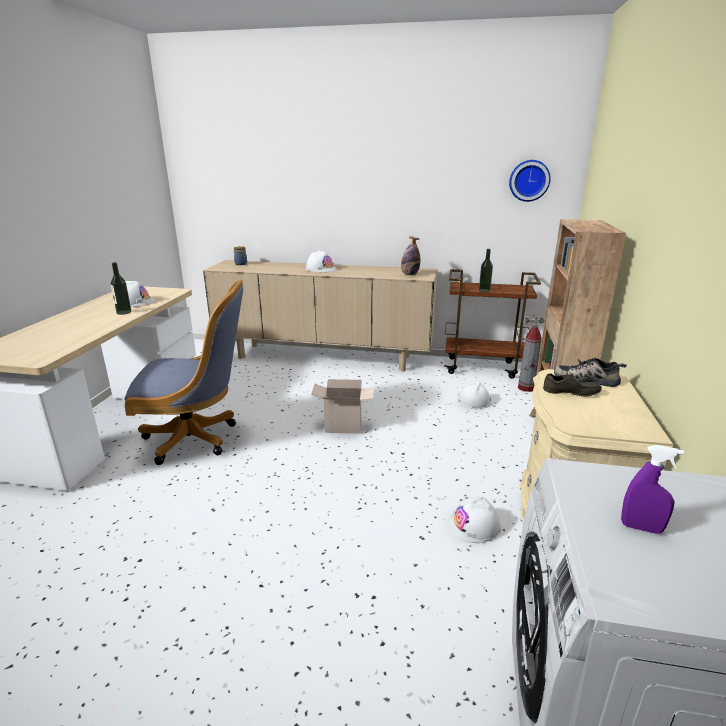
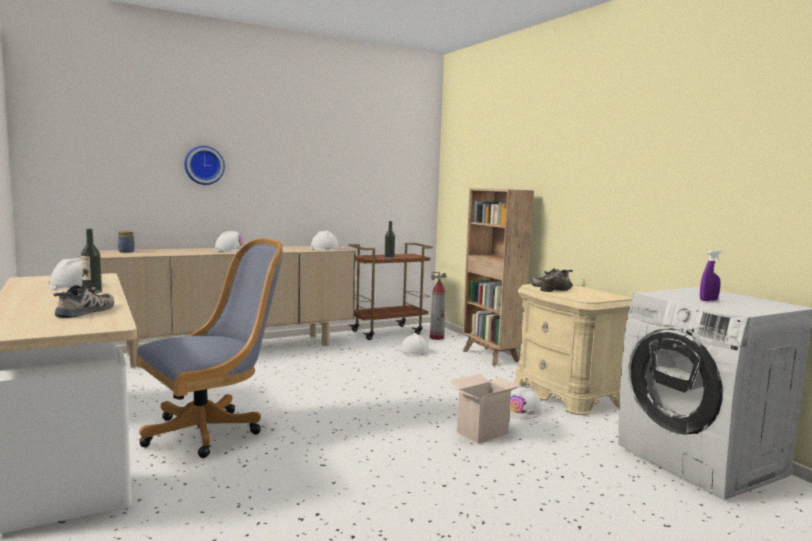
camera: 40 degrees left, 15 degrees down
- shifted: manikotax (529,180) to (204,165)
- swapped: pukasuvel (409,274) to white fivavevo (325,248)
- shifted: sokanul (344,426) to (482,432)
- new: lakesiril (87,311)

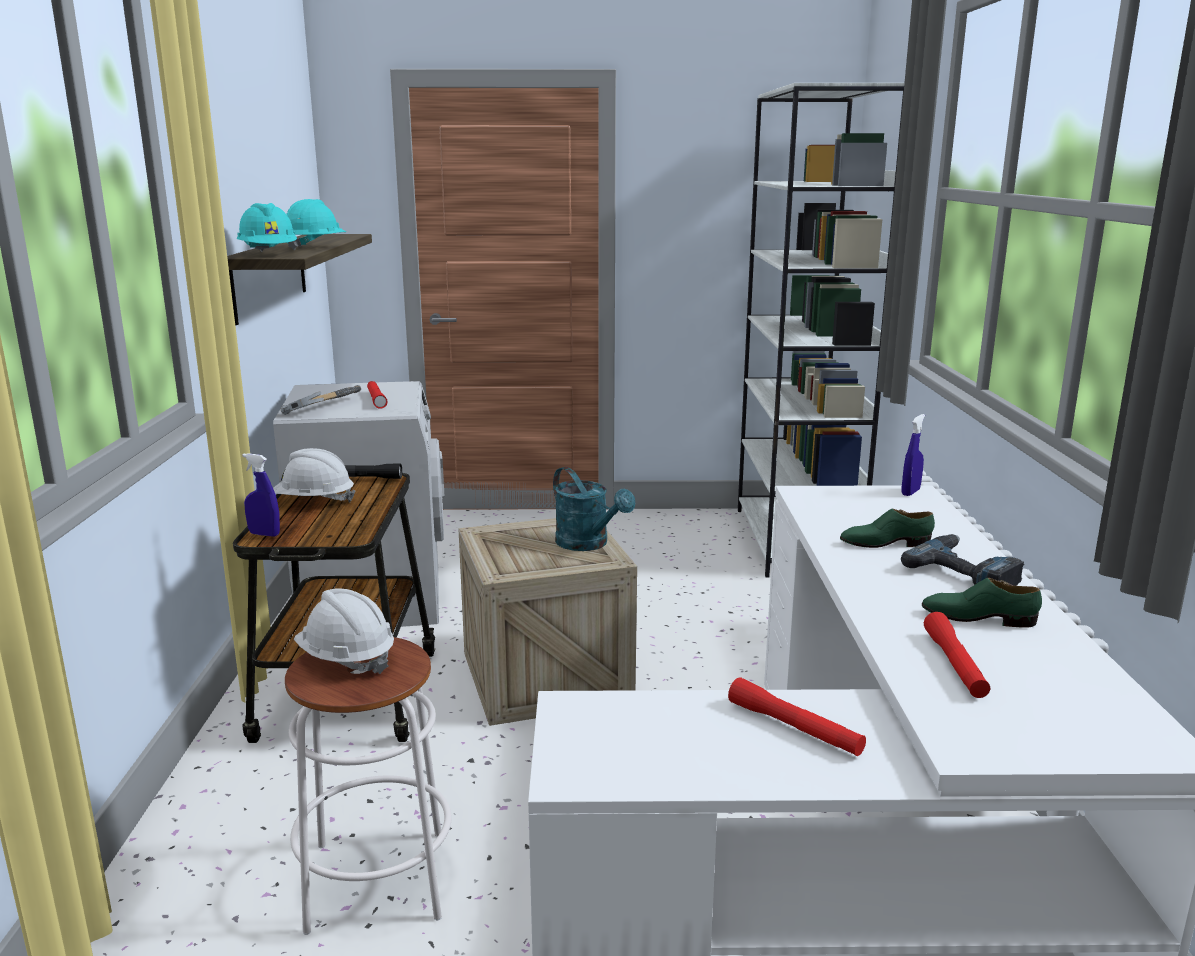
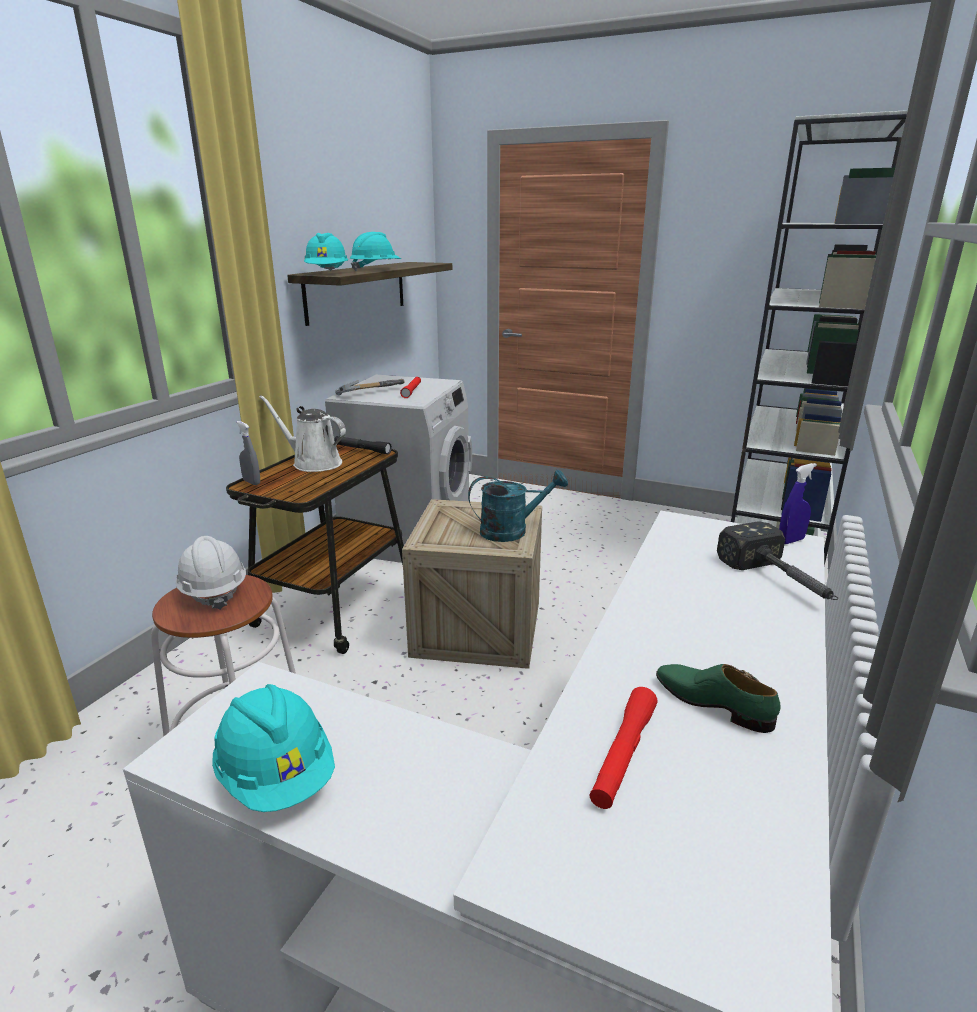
camera: 25 degrees right, 5 degrees up
- swapped: white fivavevo (314,502) to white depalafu (313,463)
- repainted: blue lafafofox (264,534) to grey lafafofox (251,482)
- rotated: turquoise depalafu (588,544) = (512,531) 90 degrees counterclockwise
- gone: green lakesiril (885,543)
- gone: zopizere (965,572)
- gone: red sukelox (794,728)
- new: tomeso (780,582)
- new: turquoise fivavevo (277,776)

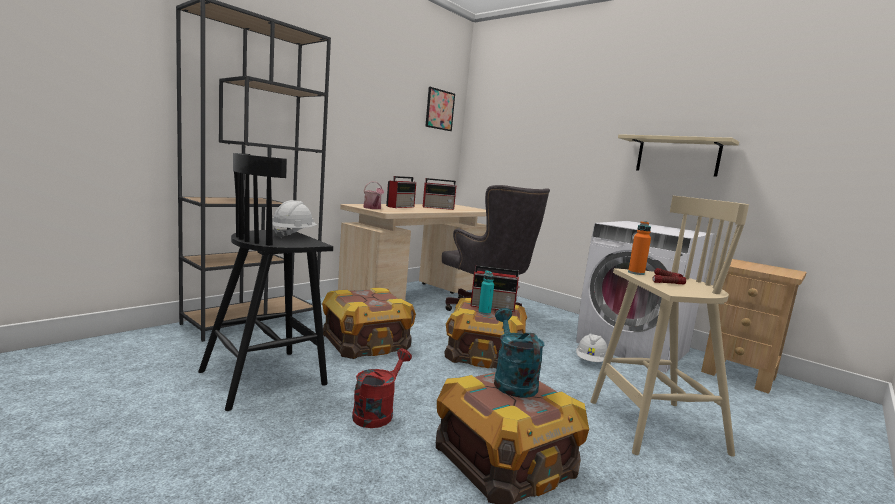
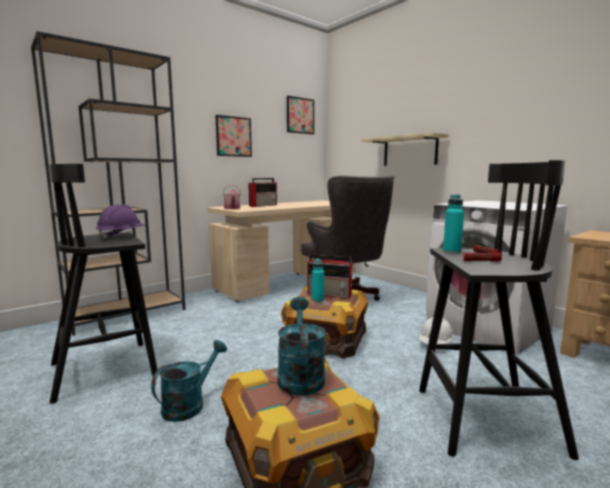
camera: 10 degrees right, 0 degrees up
- shifted: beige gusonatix (677,156) to (410,151)
- gone: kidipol (438,208)
- repainted: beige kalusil (652,426) to black kalusil (482,420)
- repainted: white fivavevo (293,235) to purple fivavevo (121,236)
- repainted: orange pukasuvel (636,273) to turquoise pukasuvel (452,252)
- gone: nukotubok (366,342)
- repainted: red depalafu (377,412) to turquoise depalafu (189,404)
- new: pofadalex (233,136)

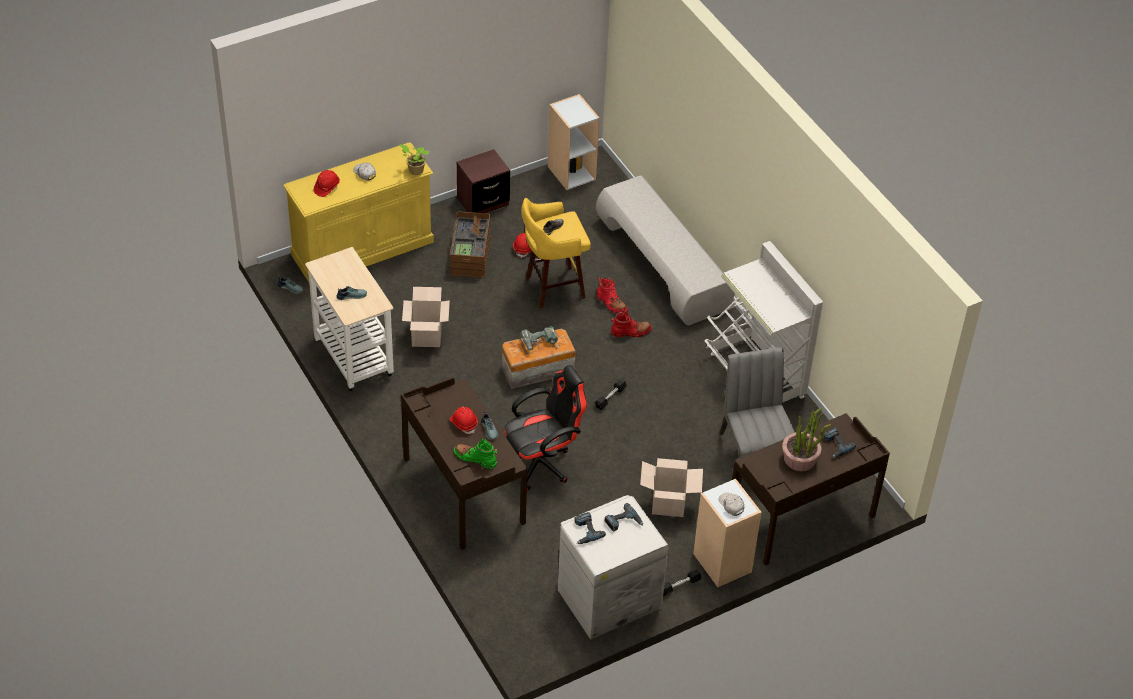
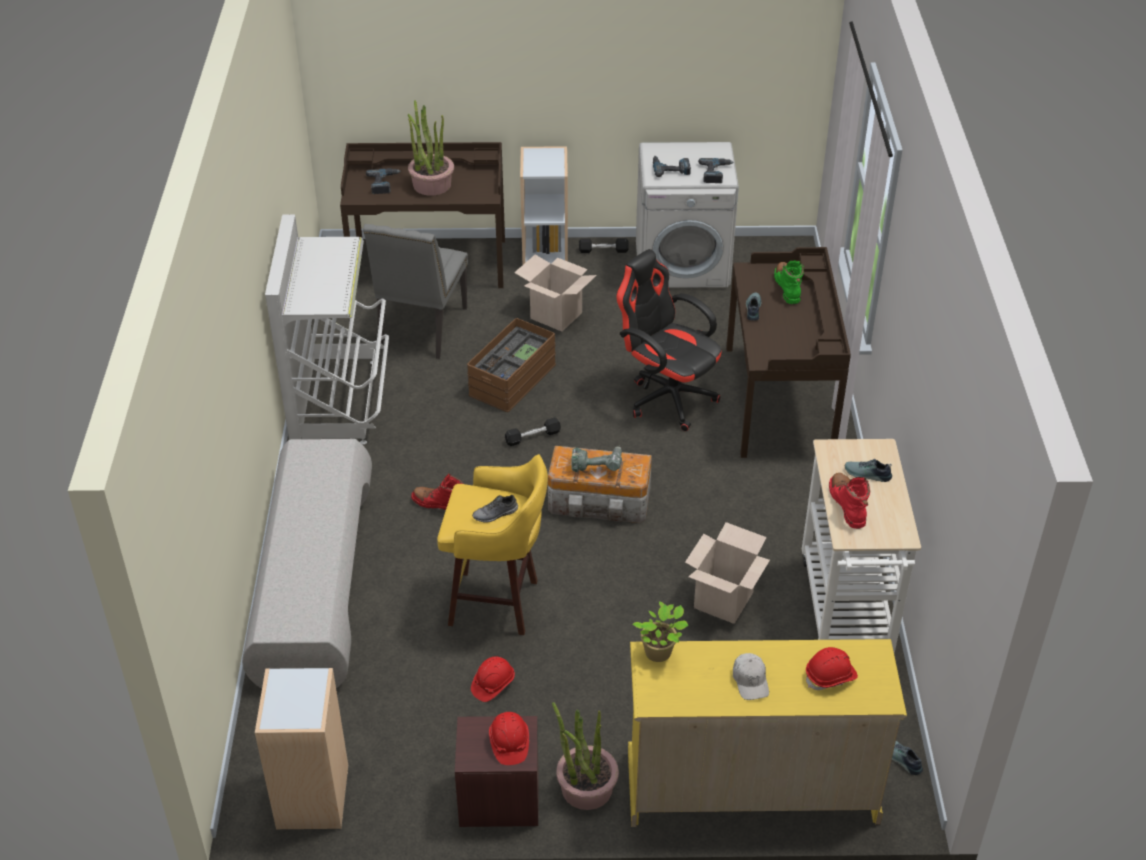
camera: 150 degrees left, 5 degrees down
- shifted: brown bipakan (469,254) to (513,380)
- shifted: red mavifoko (611,303) to (847,505)
- rotated: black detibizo (543,463) = (666,396) 45 degrees clockwise
- shifted: red fivavevo (463,423) to (509,744)
- rotated: green mavifoko (475,458) = (787,287) 150 degrees counterclockwise
- gone: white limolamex (731,505)
- new: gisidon (586,787)

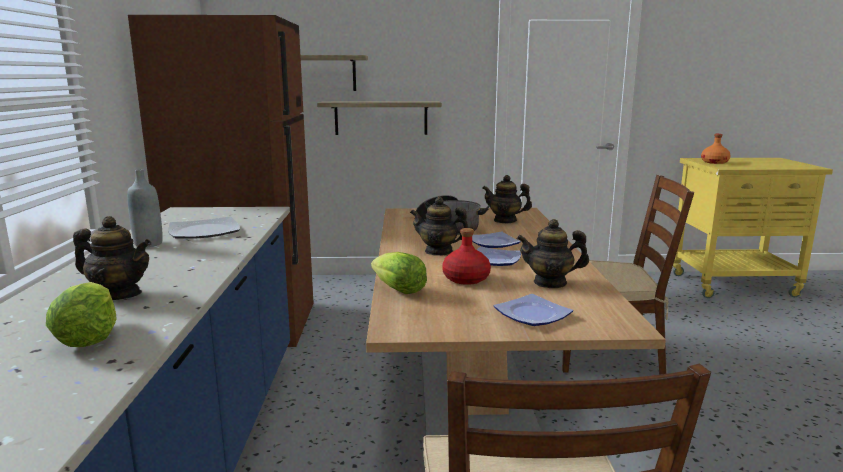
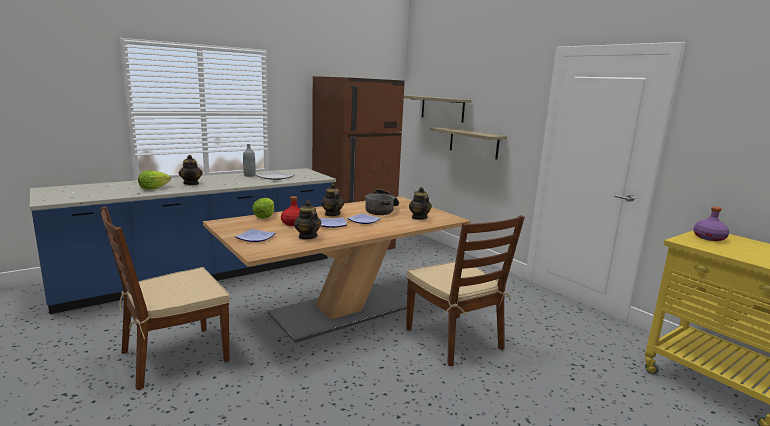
camera: 55 degrees right, 0 degrees up
- repainted: orange pukasuvel (715,162) to purple pukasuvel (709,238)

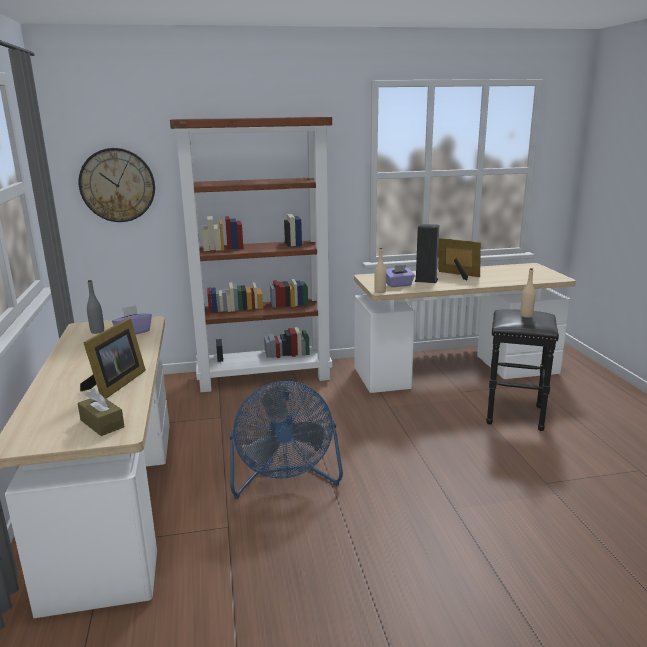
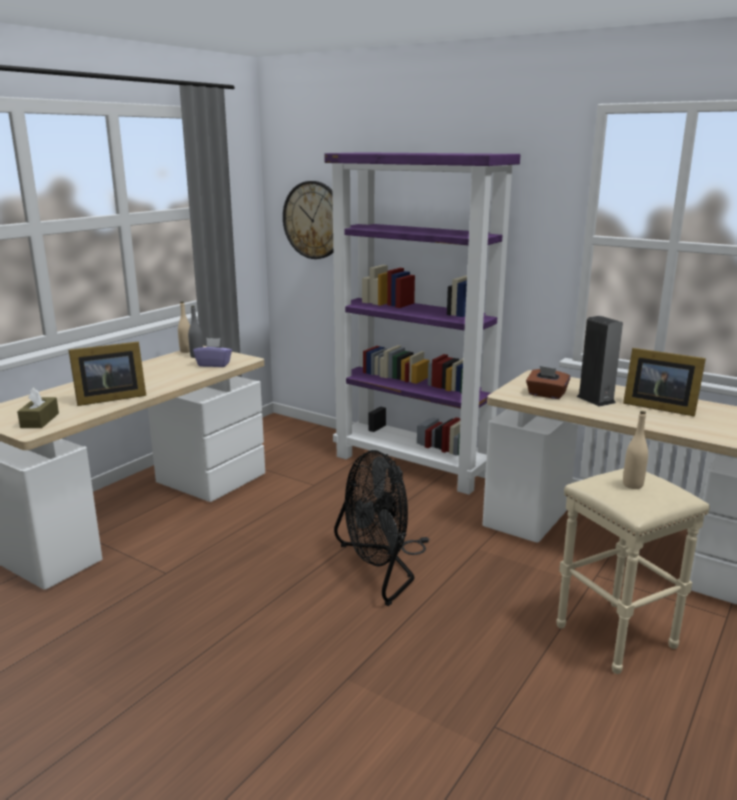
camera: 45 degrees right, 0 degrees up
- repainted: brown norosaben (265,376) to purple norosaben (414,465)
- rotated: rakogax (458,275) = (657,406) 135 degrees clockwise
- shifted: beige pukasuvel (380,291) to (186,351)
- repainted: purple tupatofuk (399,285) to brown tupatofuk (546,395)
- repainted: black kalusil (513,415) to beige kalusil (612,635)
- gone: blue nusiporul (280,479)
- new: black nusiporul (383,566)

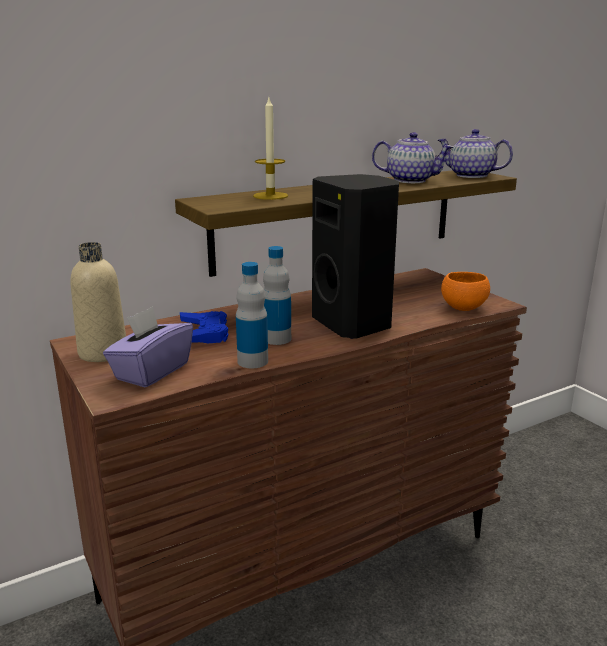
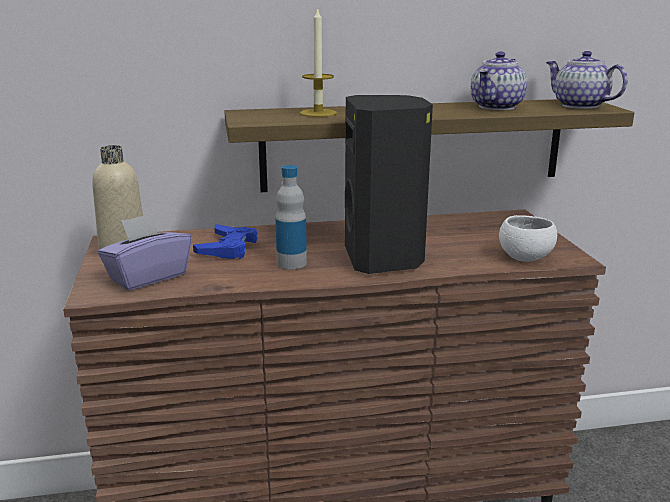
camera: 20 degrees right, 0 degrees up
- rotated: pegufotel (410,180) = (497,107) 90 degrees clockwise
- gone: pukasuvel (252,361)
- repainted: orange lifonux (464,308) to white lifonux (525,258)

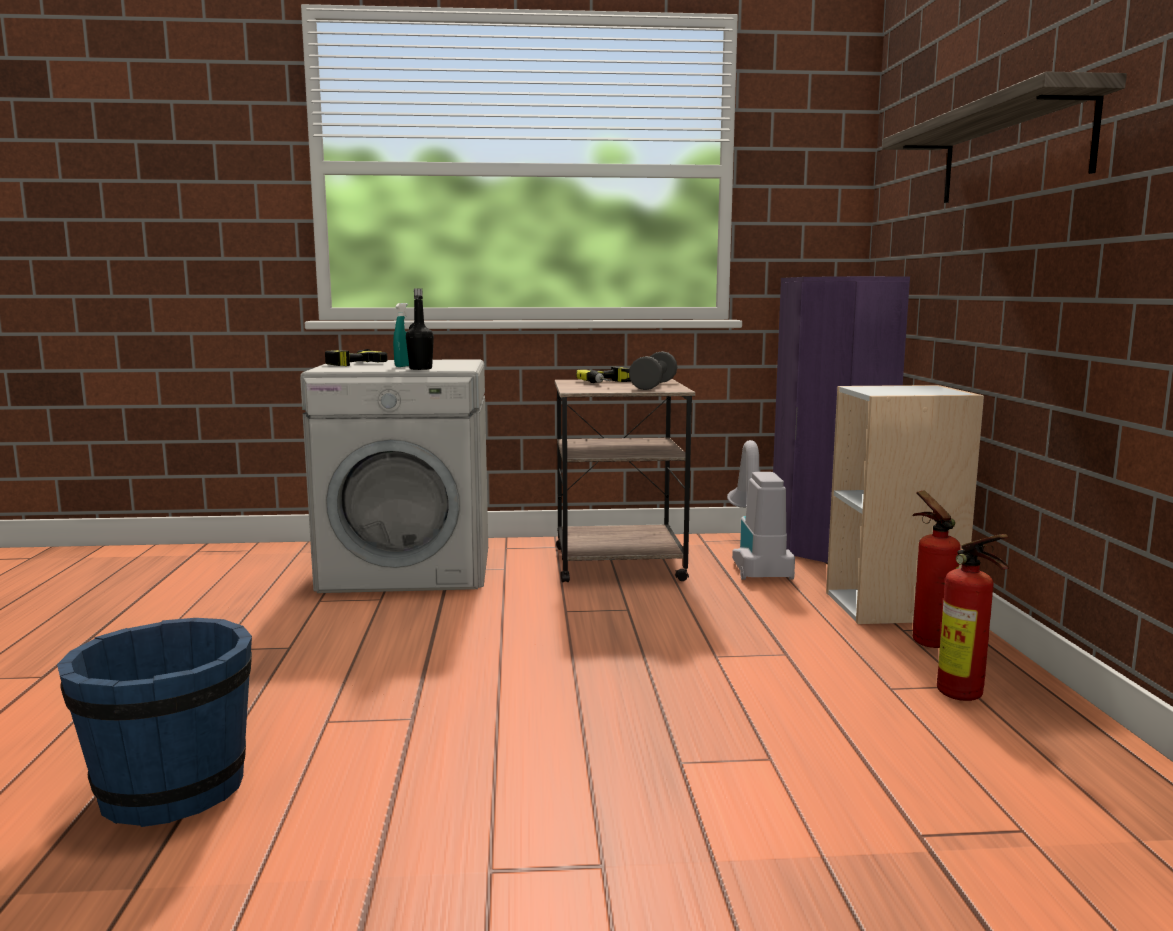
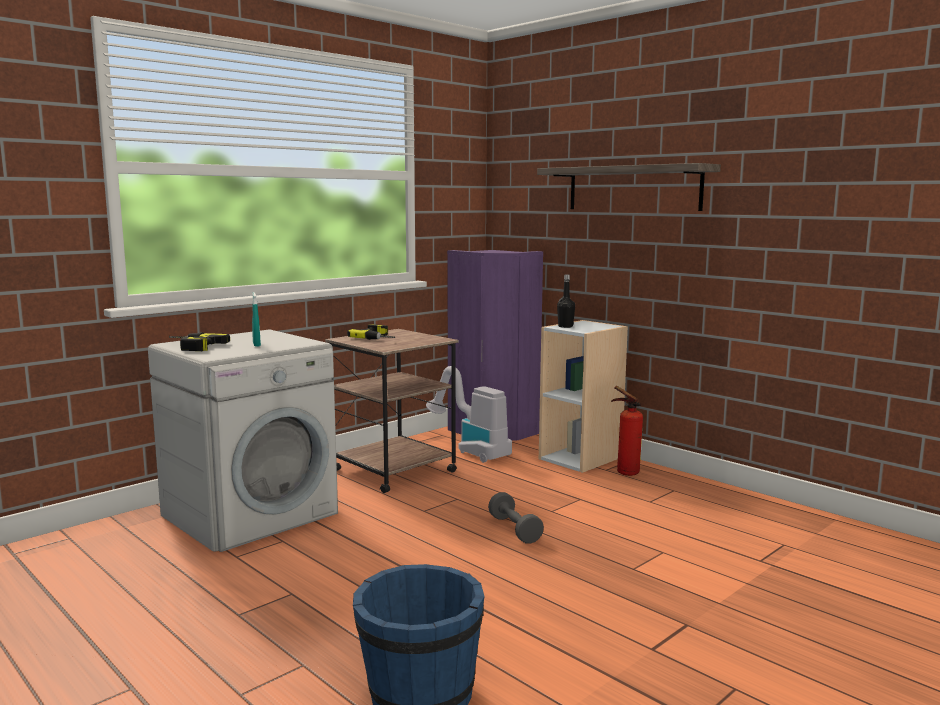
camera: 40 degrees left, 0 degrees up
- shifted: black pukasuvel (420,369) to (565,326)
- shifted: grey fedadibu (653,386) to (514,529)
- gone: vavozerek (964,697)

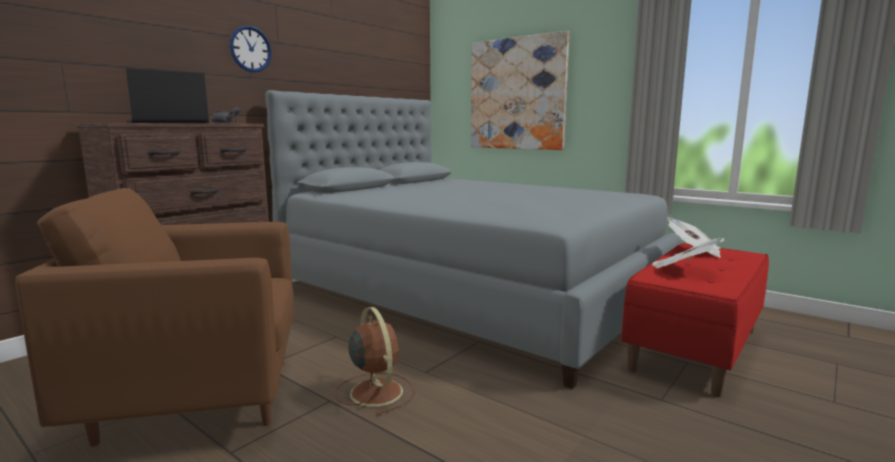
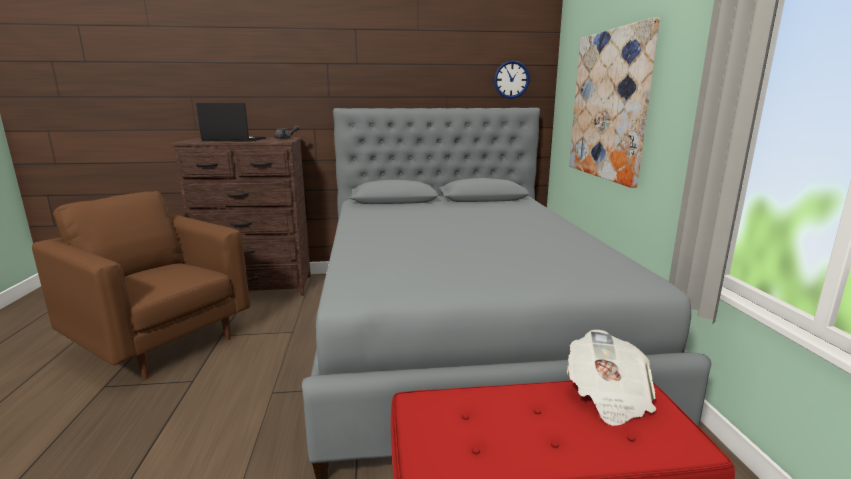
camera: 45 degrees right, 5 degrees up
- shifted: manikotax (250,49) to (511,79)
- gone: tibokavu (683,270)
- gone: brown nusiporul (375,391)

